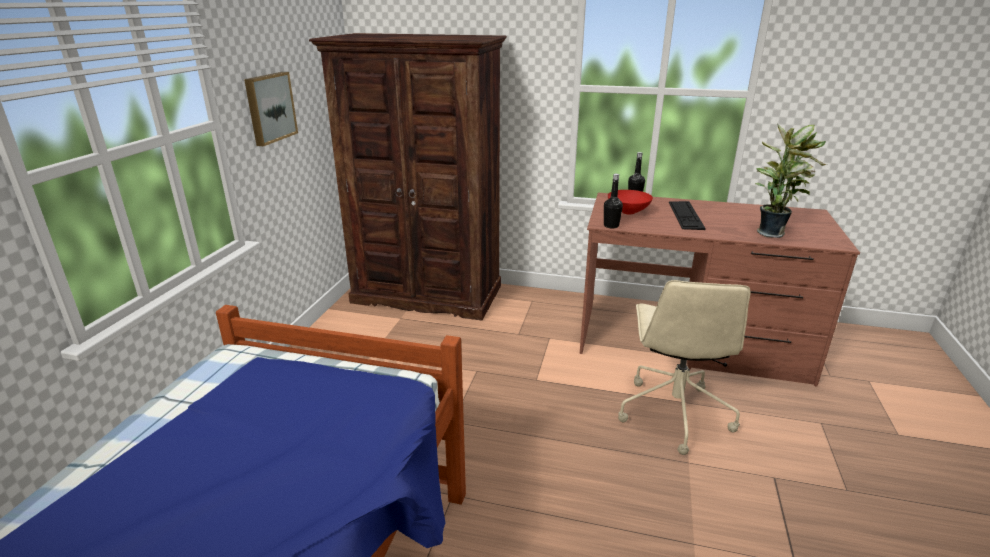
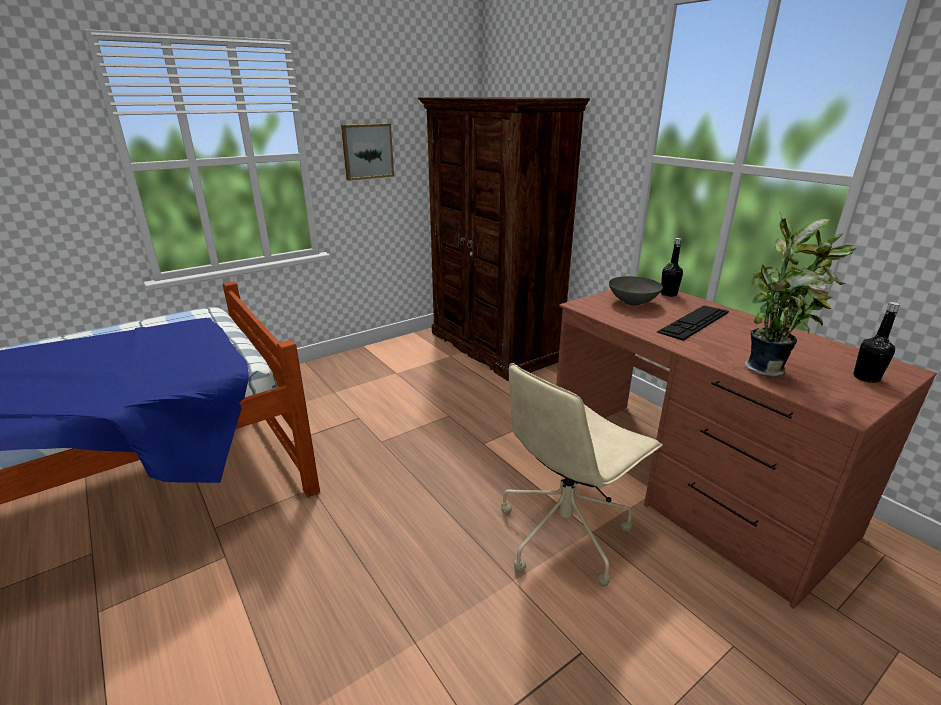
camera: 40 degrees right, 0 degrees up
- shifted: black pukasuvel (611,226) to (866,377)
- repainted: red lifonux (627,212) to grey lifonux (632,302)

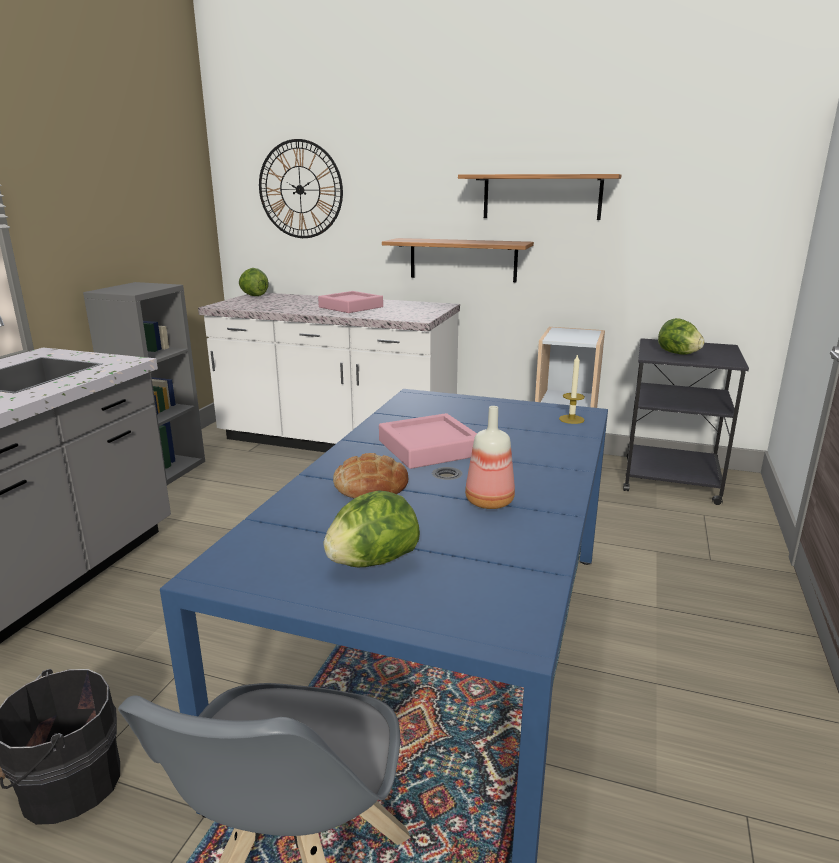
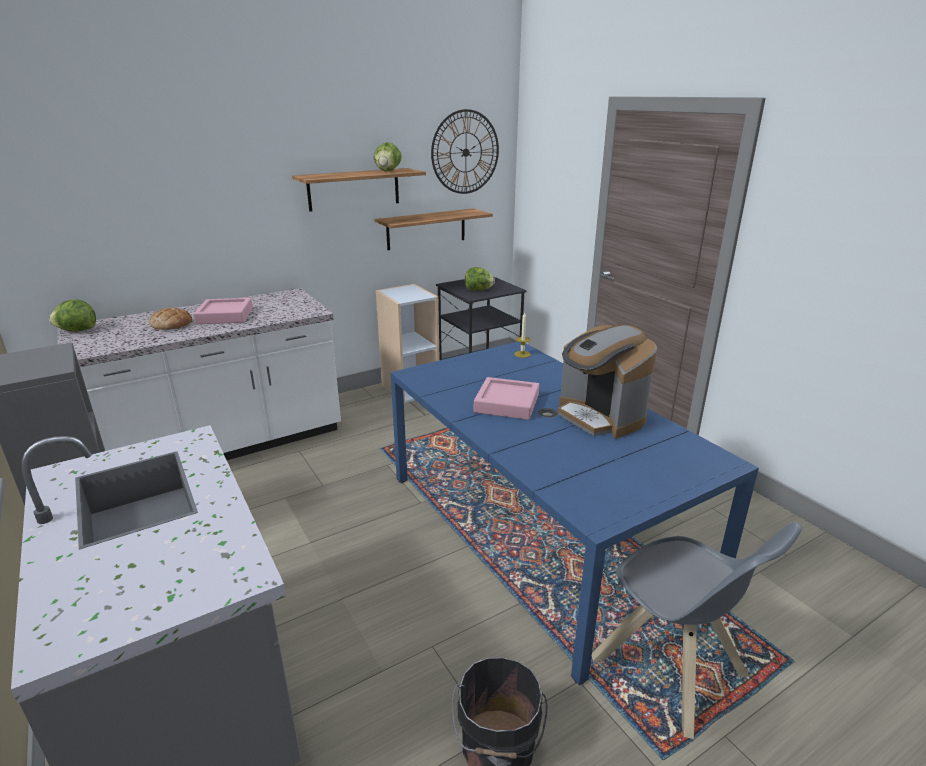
camera: 50 degrees left, 5 degrees up
- shifted: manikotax (300,189) to (465,152)
- shifted: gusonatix (463,259) to (426,229)
- swapped: pukasuvel (490,502) to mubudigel (600,416)
- shifted: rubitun (371,485) to (171,324)
- shifted: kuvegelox (372,562) to (388,171)

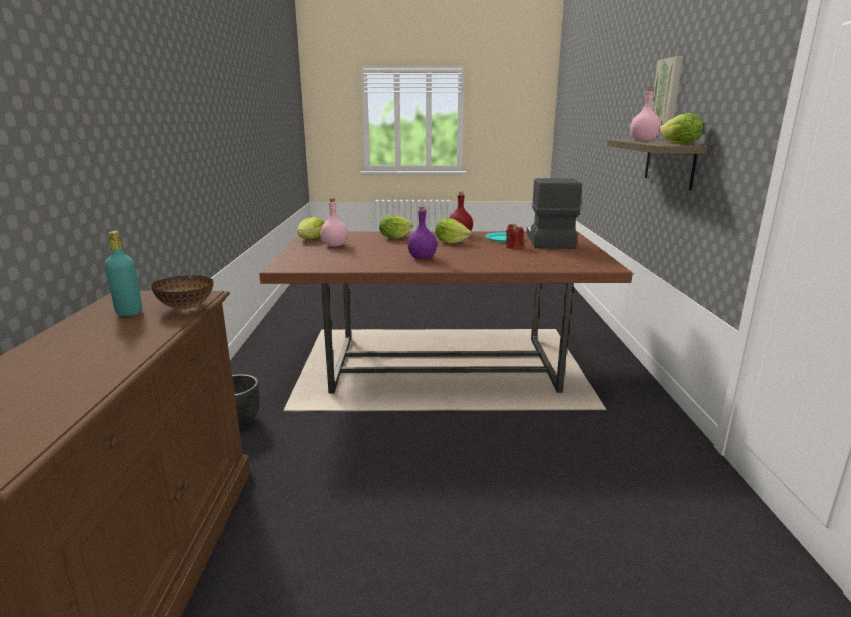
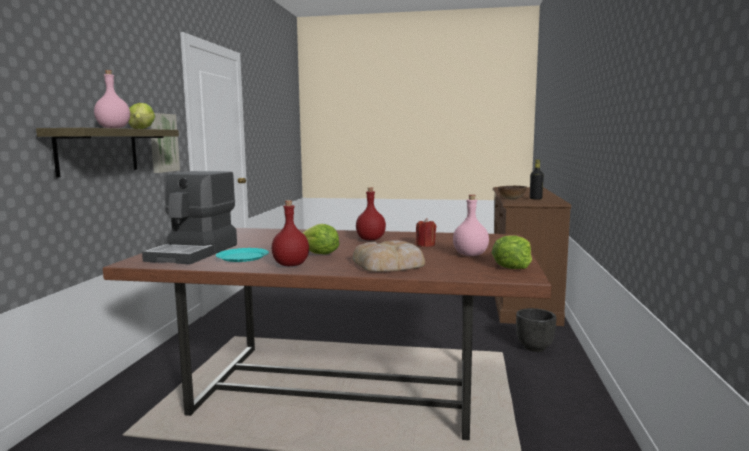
camera: 170 degrees left, 10 degrees down
- shifted: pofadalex (668,93) to (162,143)
- repainted: purple pukasuvel (422,258) to red pukasuvel (370,239)
- swapped: kuvegelox (394,237) to rubitun (389,264)
- shifted: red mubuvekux (514,247) to (425,245)
- repainted: turquoise pukasuvel (129,313) to black pukasuvel (535,199)

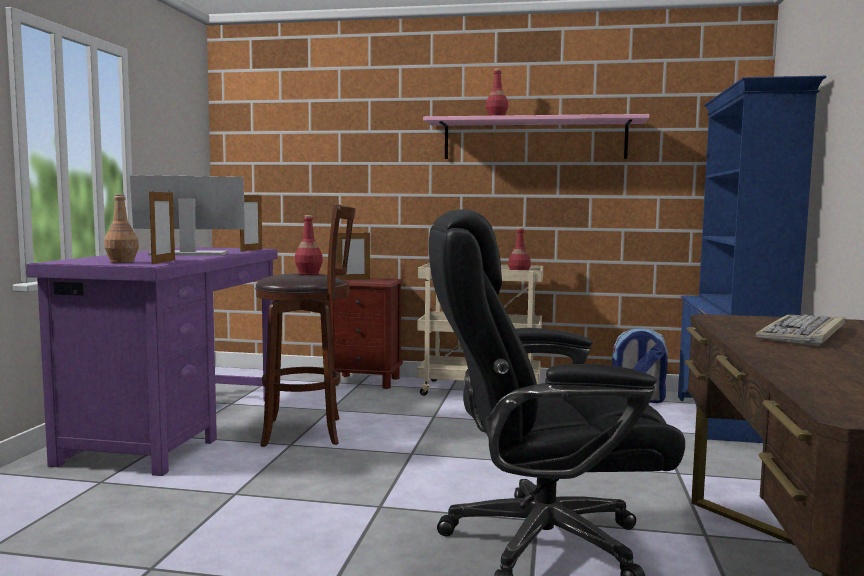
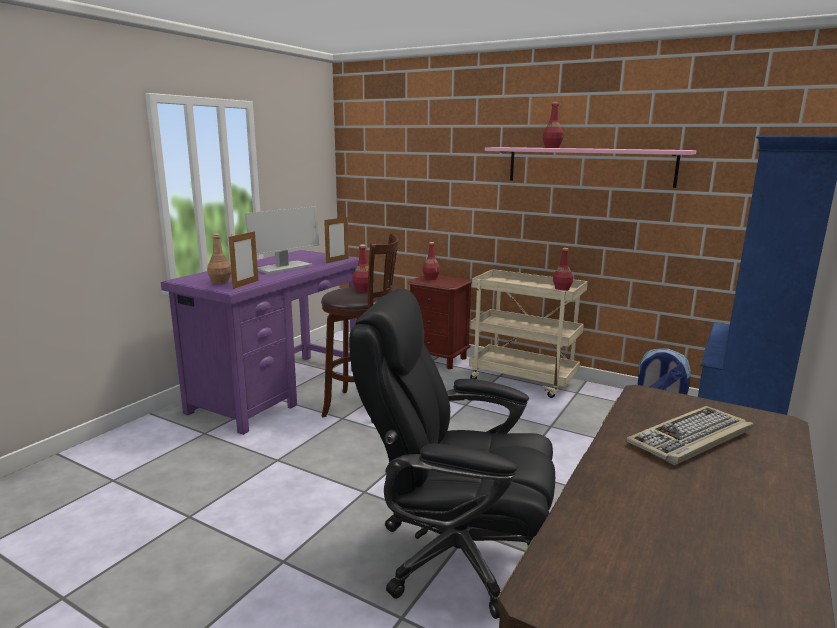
camera: 20 degrees right, 10 degrees up
- rotated: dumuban (189,254) = (283,268) 120 degrees clockwise
- swapped: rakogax (353,279) to red pukasuvel (431,278)

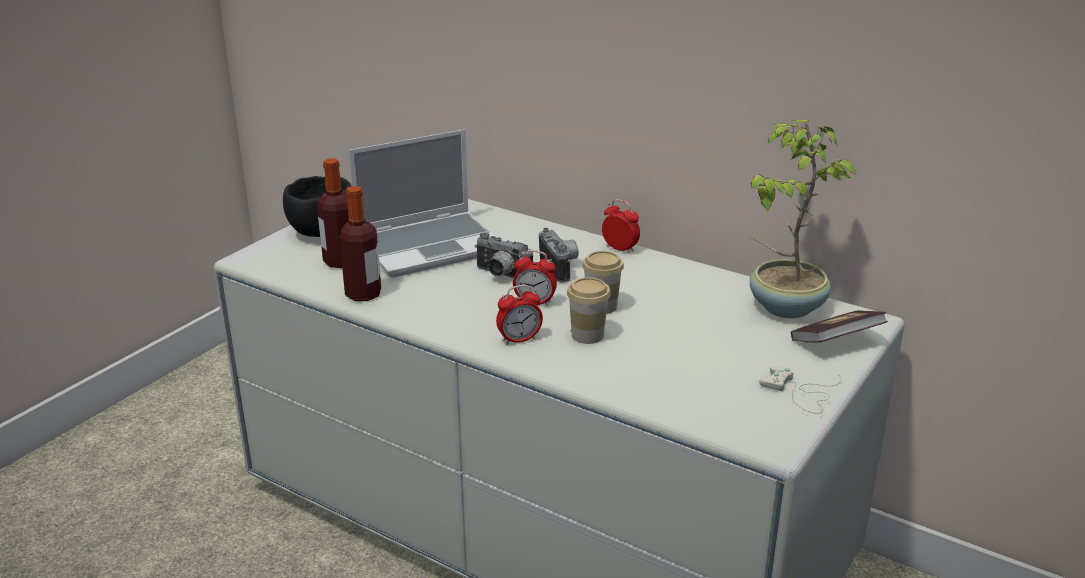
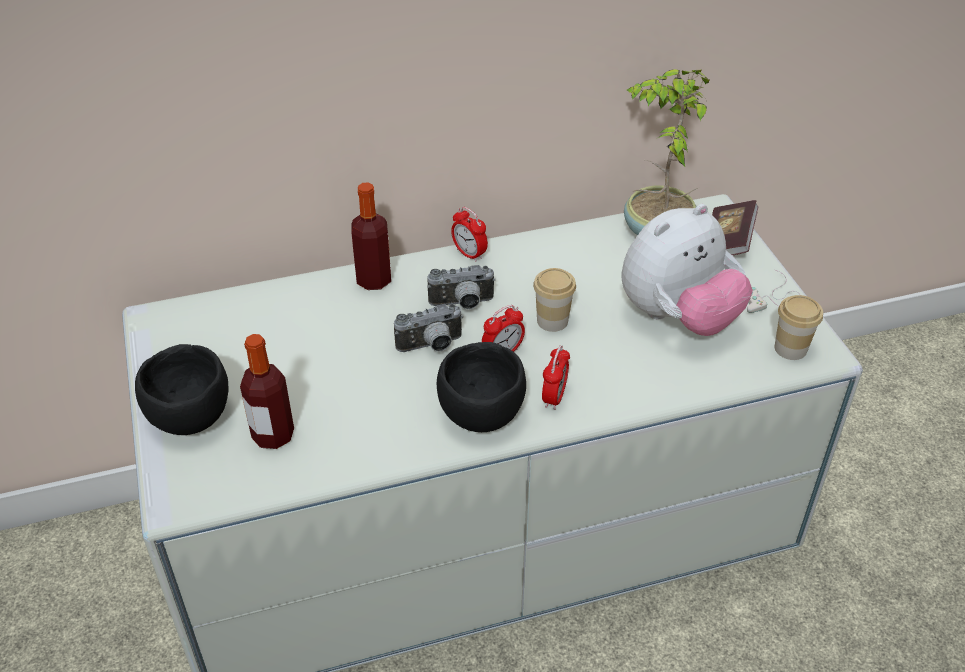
camera: 50 degrees left, 15 degrees up
- gone: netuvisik (431,245)
- shifted: pukasuvel (363,294) to (374,280)
- rotated: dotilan (620,249) = (469,254) 120 degrees counterclockwise
- rotated: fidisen (561,268) = (462,304) 150 degrees clockwise
- shifted: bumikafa (587,335) to (790,348)
- new: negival (678,317)
- new: black lifonux (483,415)

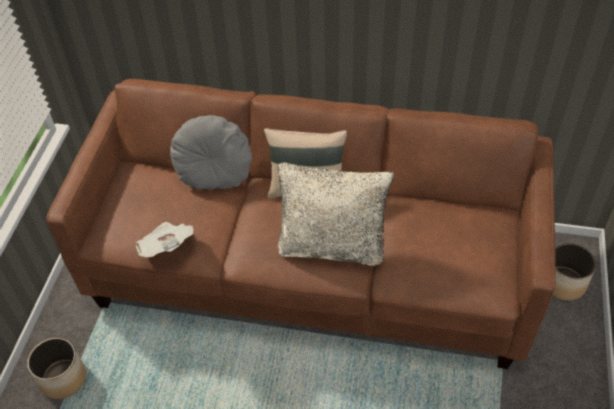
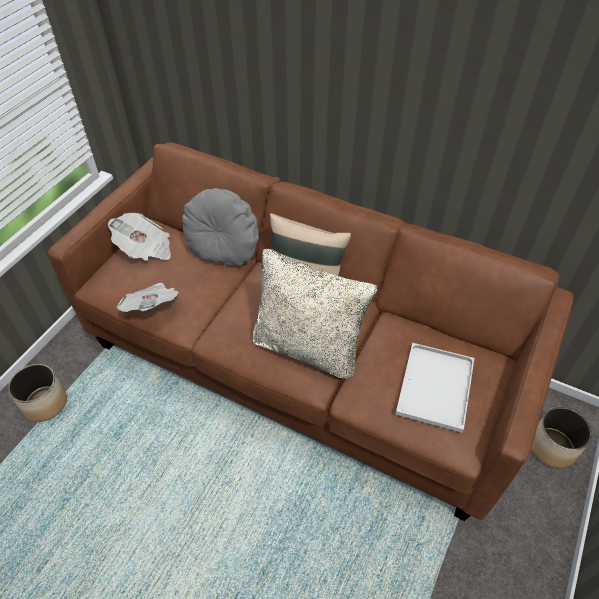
camera: 15 degrees right, 0 degrees up
- new: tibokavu (145,249)
- new: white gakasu (436,388)

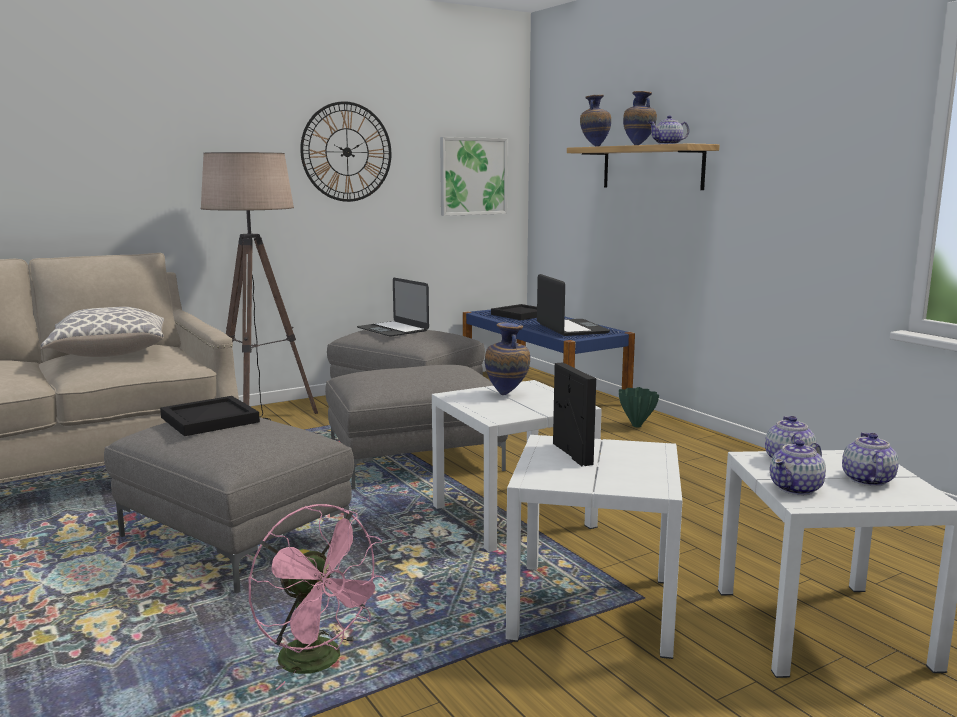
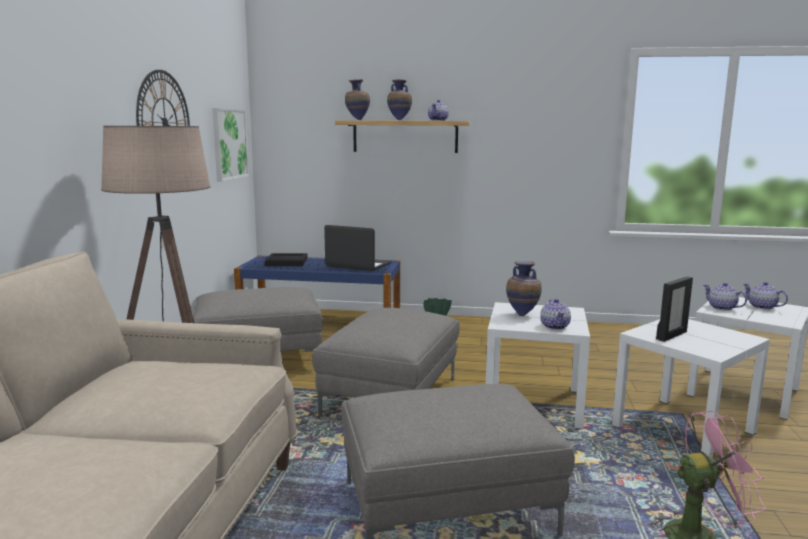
camera: 50 degrees left, 0 degrees up
- gone: netuvisik (393,329)
- gone: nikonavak (109,354)
- rotated: rakogax (571,454) = (671,335) 120 degrees clockwise
- gone: black gakasu (211,420)
- shifted: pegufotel (796,488) to (555,326)

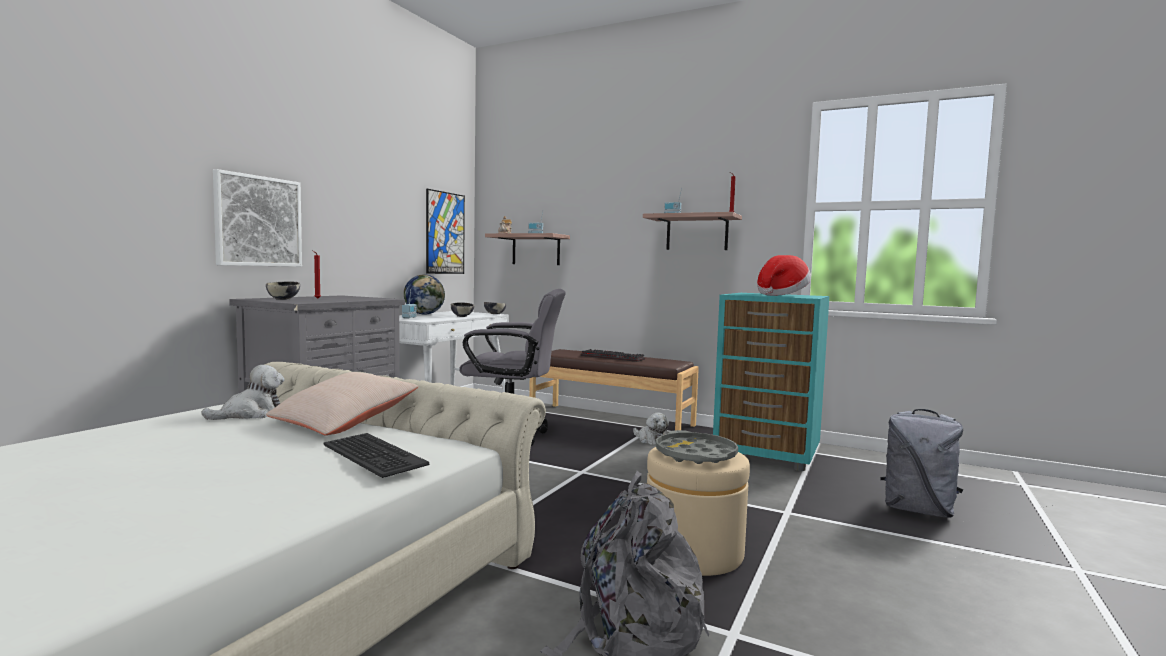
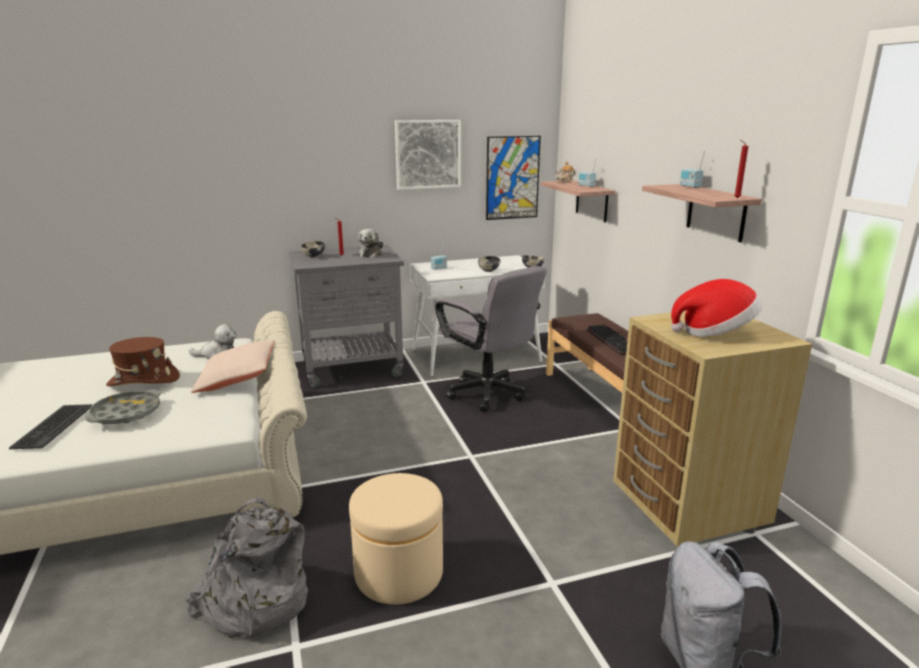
camera: 45 degrees right, 15 degrees up
- shifted: pofadalex (258,221) to (428,154)
- gone: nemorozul (424,314)
- repainted: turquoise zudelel (767,454) to brown zudelel (686,511)
- shifted: negival (650,440) to (371,254)
- shifted: grey gakasu (695,455) to (126,413)
- shifted: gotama (372,455) to (53,426)
- new: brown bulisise (143,381)

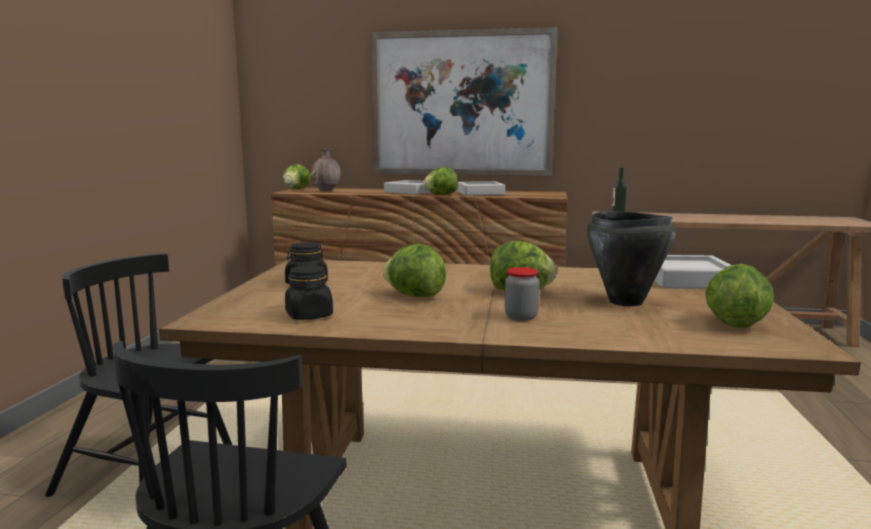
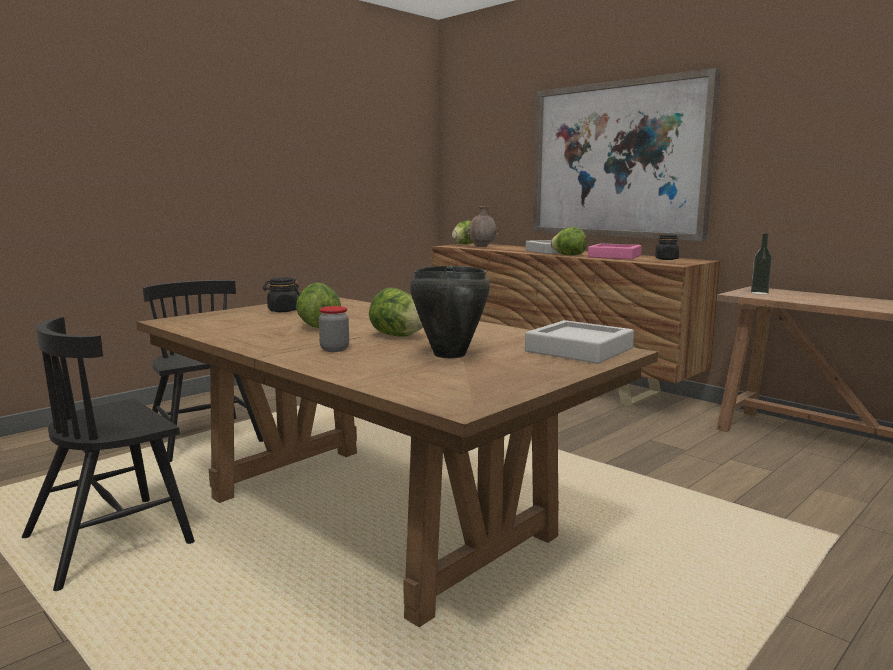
camera: 35 degrees right, 0 degrees up
- repainted: grey gakasu (480,193) to pink gakasu (614,256)
- gone: kuvegelox (734,324)
- shifted: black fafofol (309,315) to (666,259)

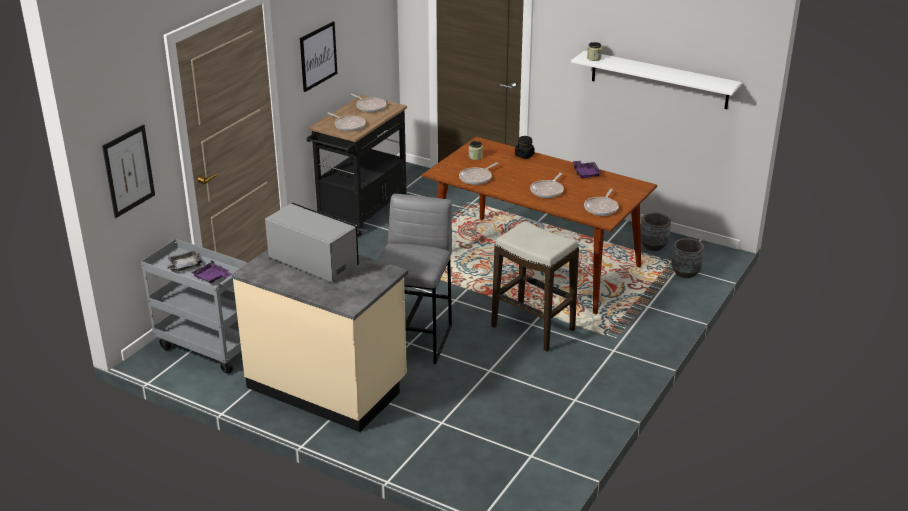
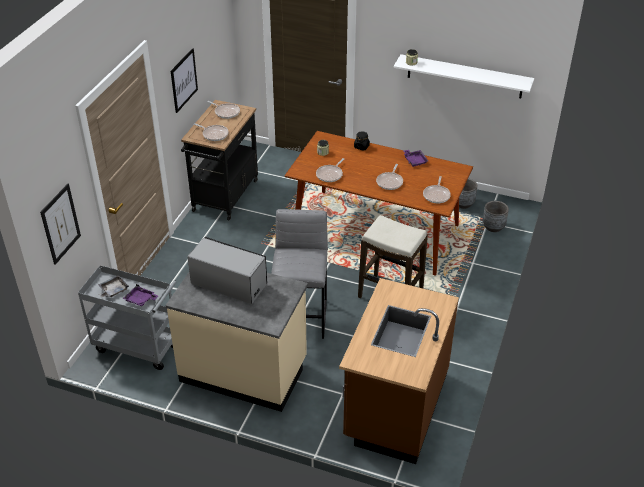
camera: 10 degrees left, 10 degrees up
- new: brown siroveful (395,406)

